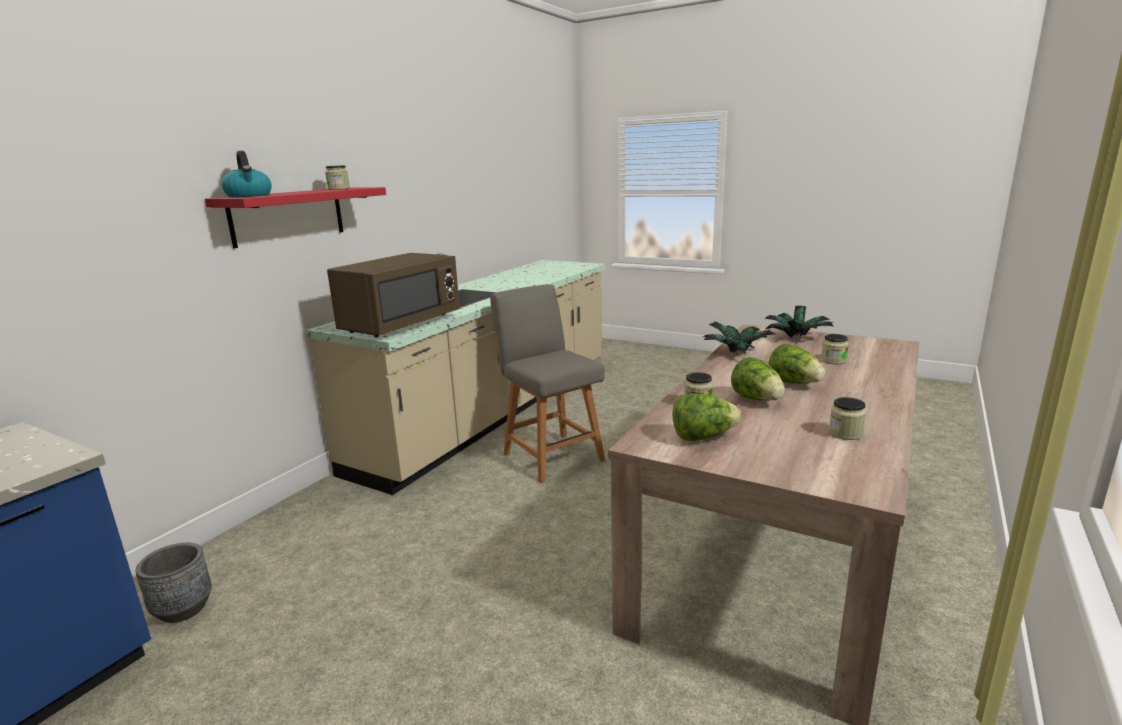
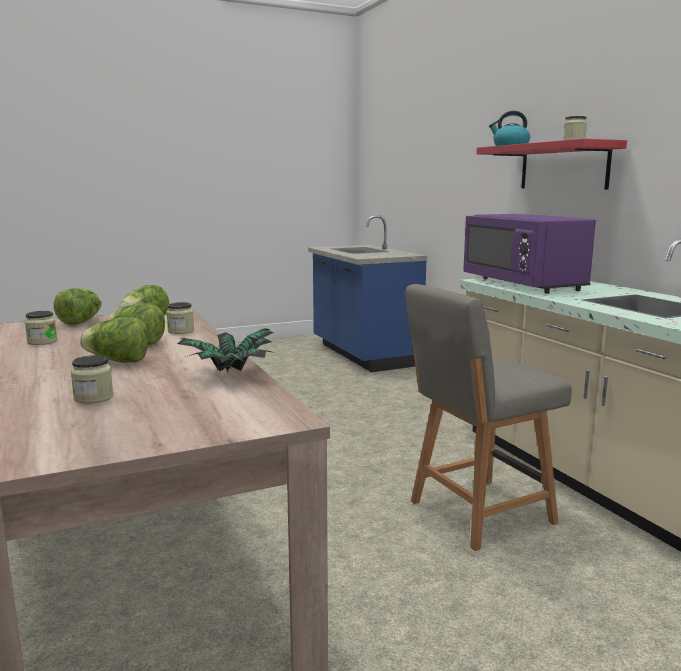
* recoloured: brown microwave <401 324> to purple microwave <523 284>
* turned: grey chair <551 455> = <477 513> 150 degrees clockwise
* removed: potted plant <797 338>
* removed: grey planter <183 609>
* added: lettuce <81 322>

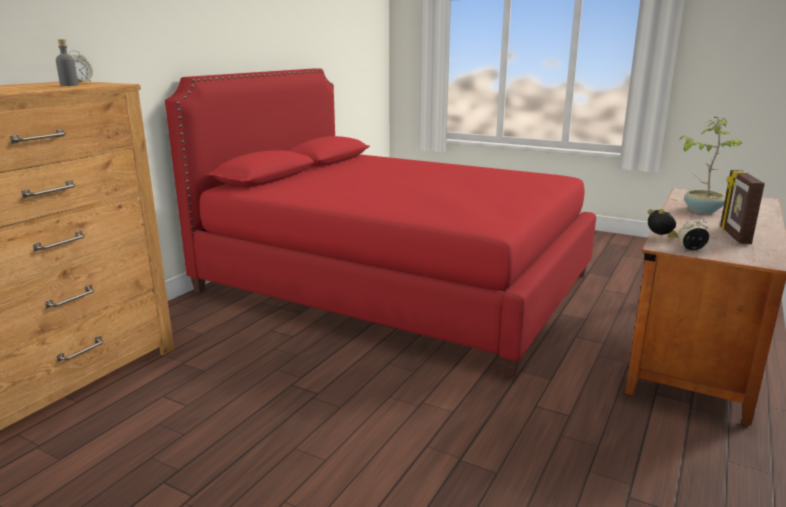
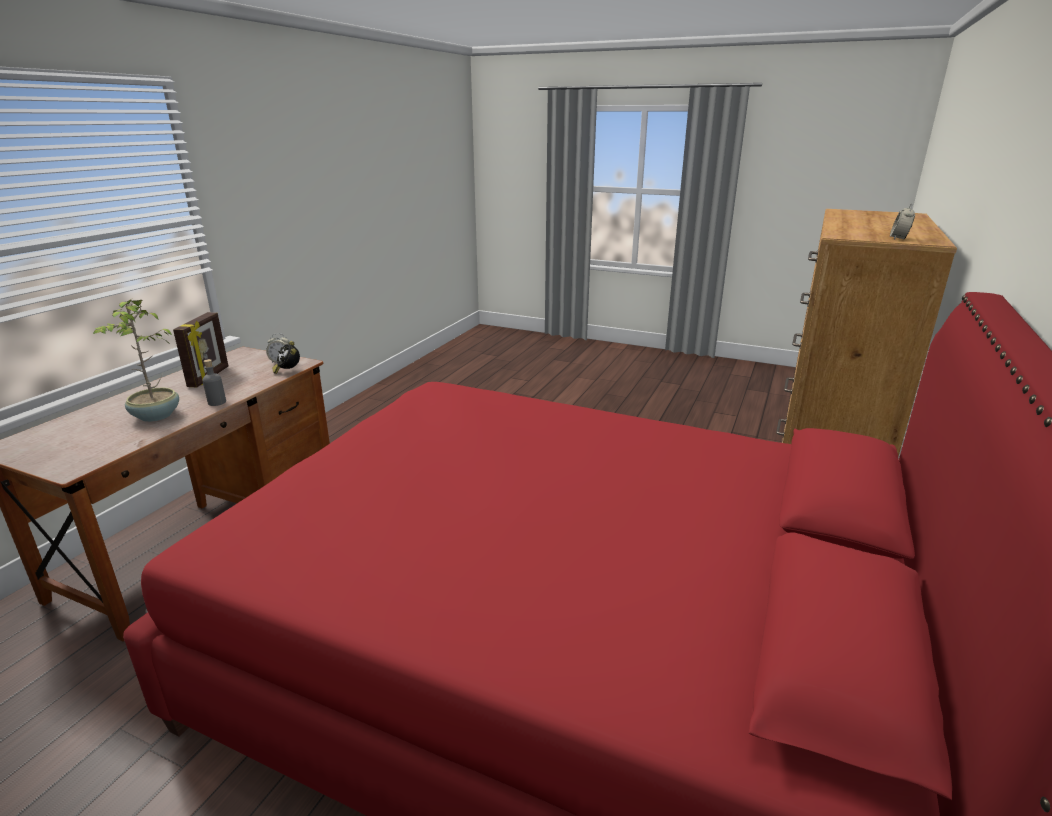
* moved: grey bottle <69 85> to <217 402>

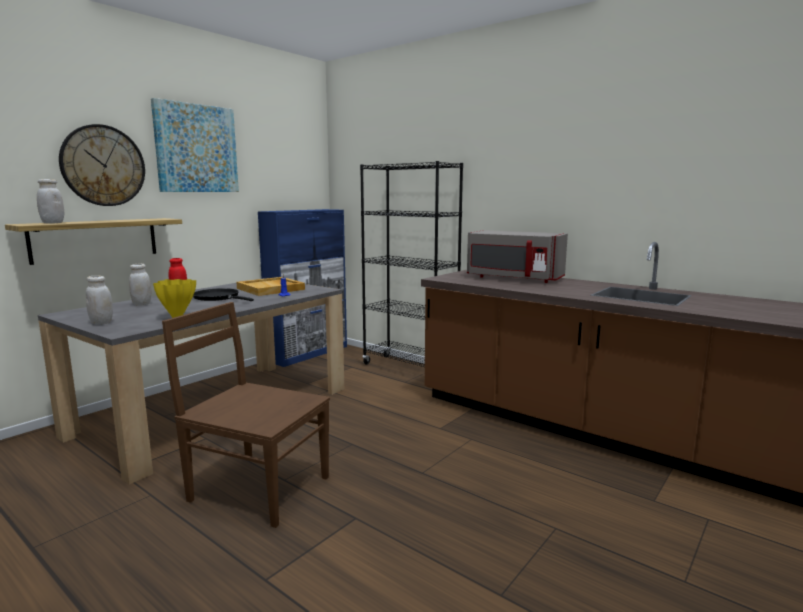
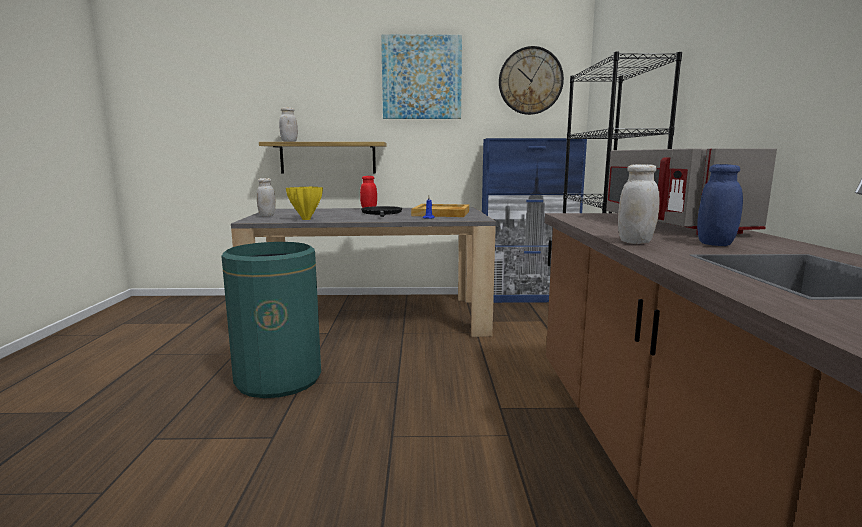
* moved: wall clock <103 166> to <530 81>
* moved: white jar <142 304> to <635 242>
* replaced: brown chair <257 488> to green trash can <278 379>
* added: blue jar <715 244>

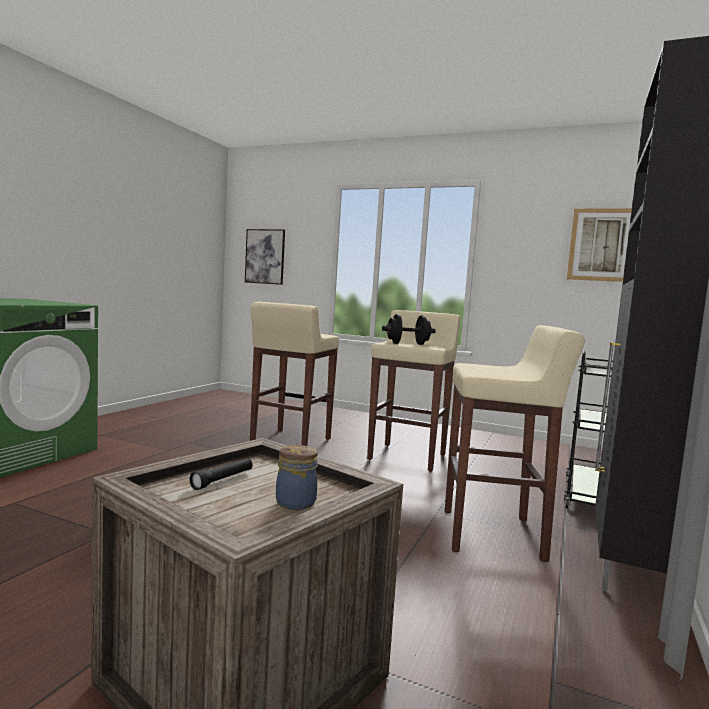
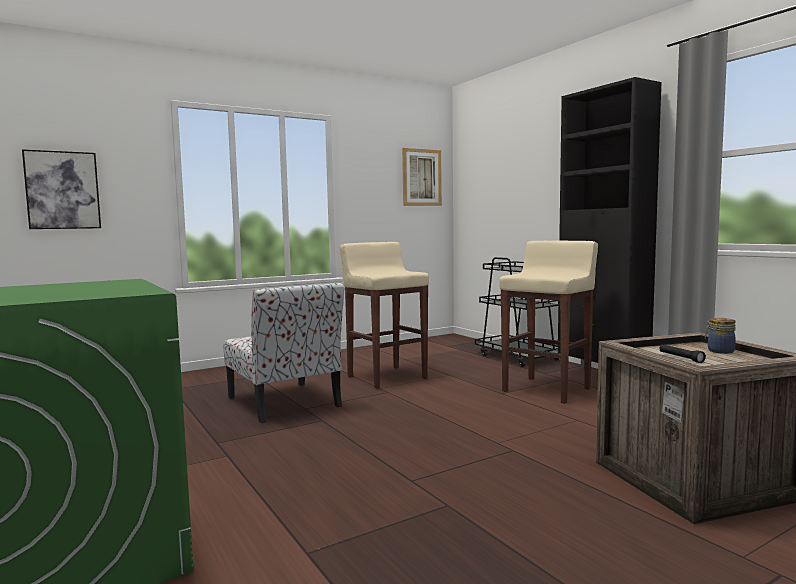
* replaced: beige stool <290 441> to chair <285 402>
* removed: black dumbbell <407 344>

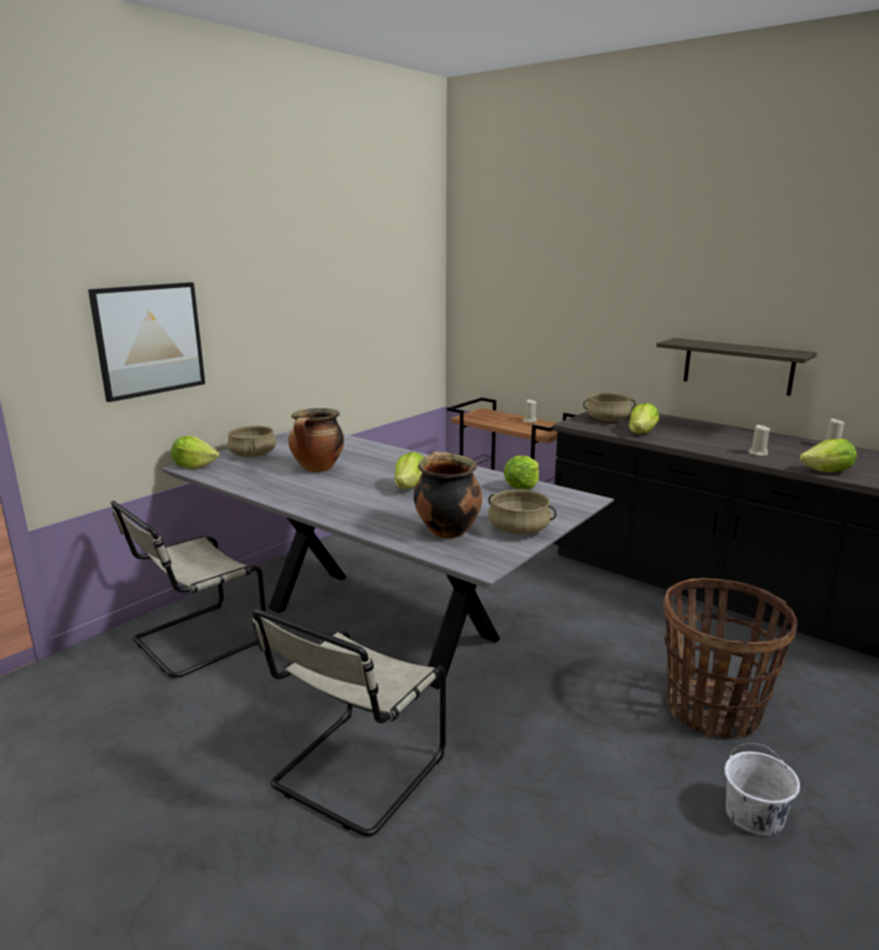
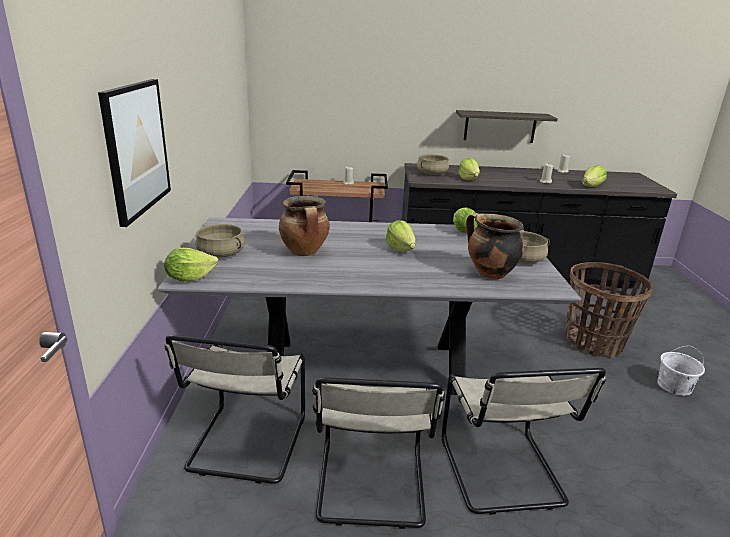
* added: beige chair <371 486>

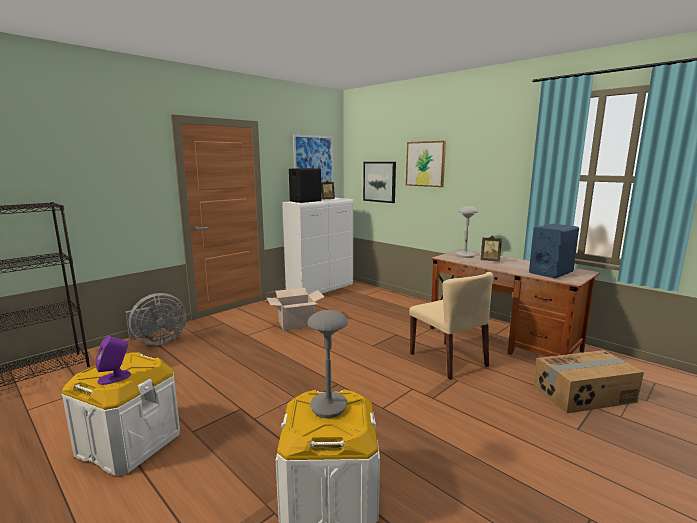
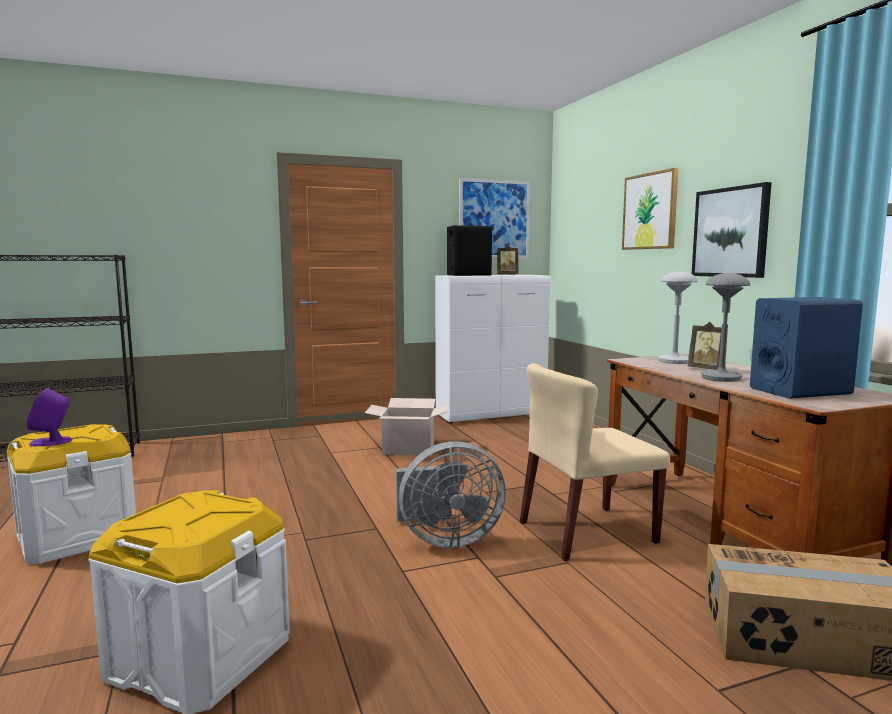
* moved: picture <379 181> to <731 232>
* turned: beige chair <448 360> = <586 532> 75 degrees clockwise
* moved: grey fan <157 341> to <446 539>
* moved: grey table lamp <329 406> to <721 378>

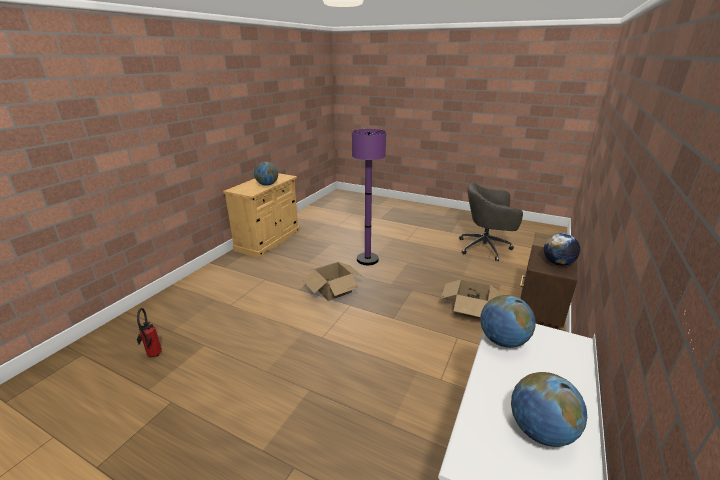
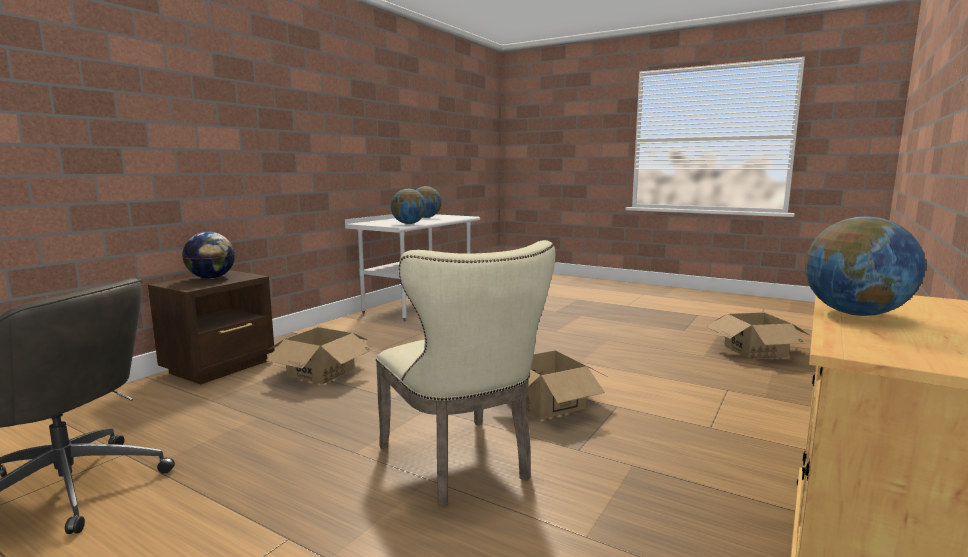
* replaced: purple floor lamp <367 259> to beige chair <462 465>
* replaced: fire extinguisher <153 356> to cardboard box <755 351>

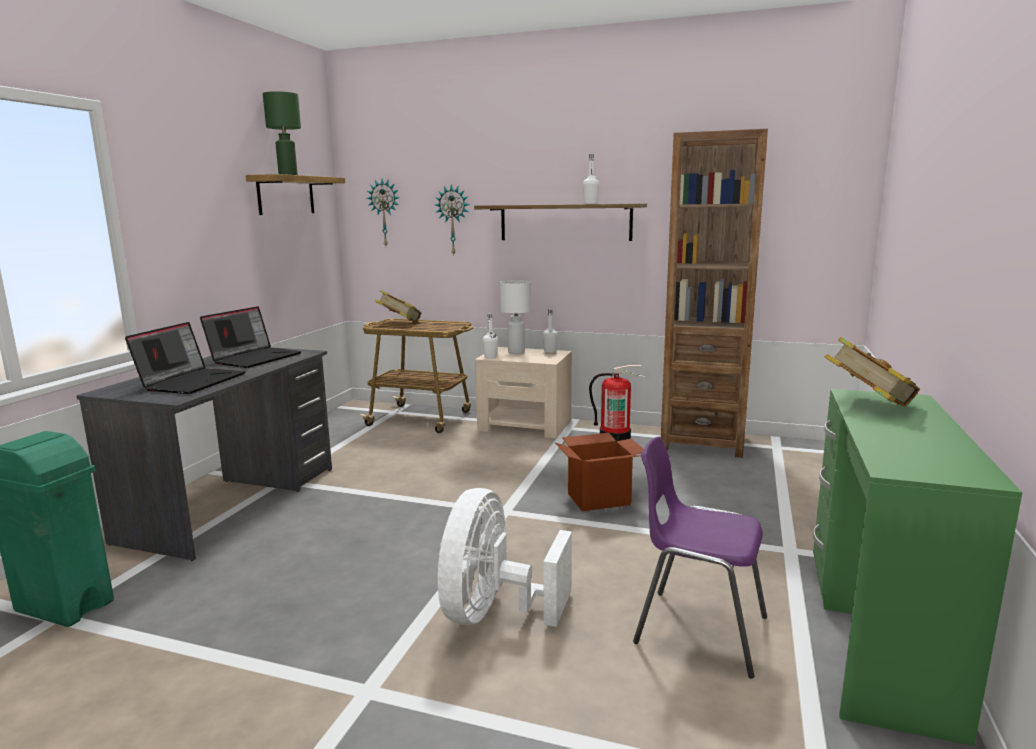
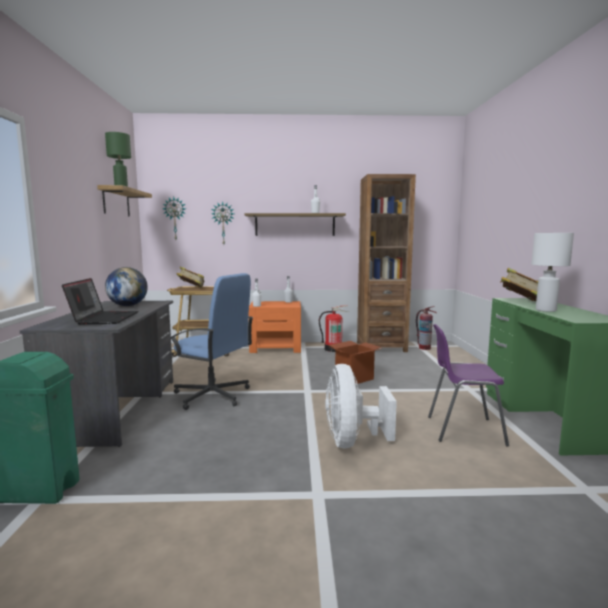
* moved: white table lamp <515 352> to <545 310>
* replaced: laptop <255 358> to globe <128 305>
* recoloured: beige nightstand <525 425> to orange nightstand <276 347>
* added: blue office chair <212 395>
* added: fire extinguisher <424 348>

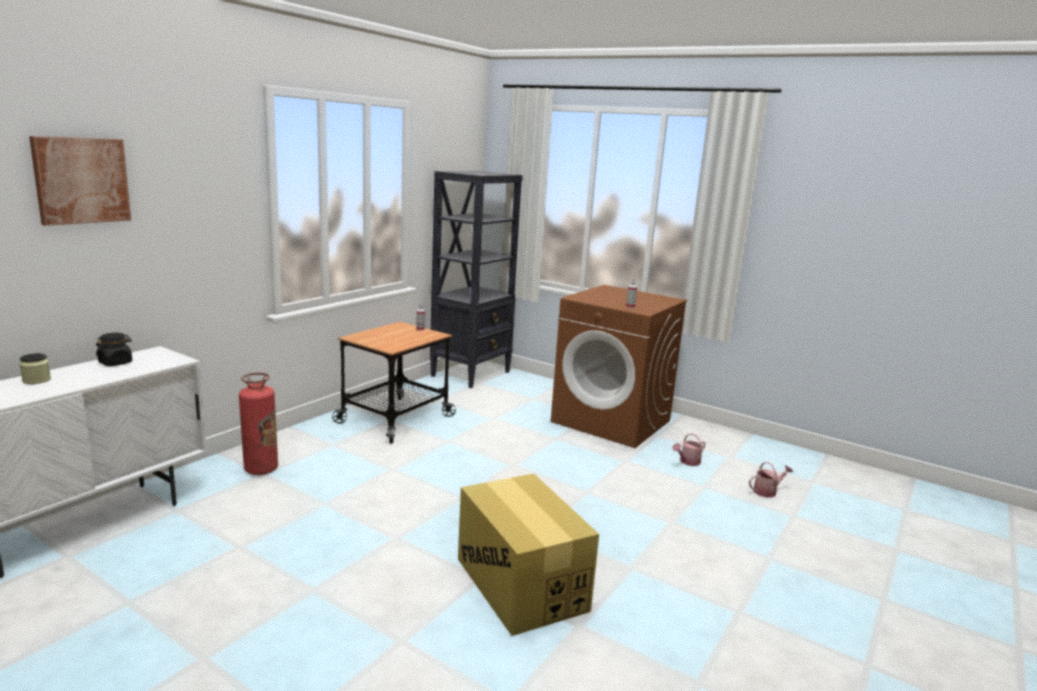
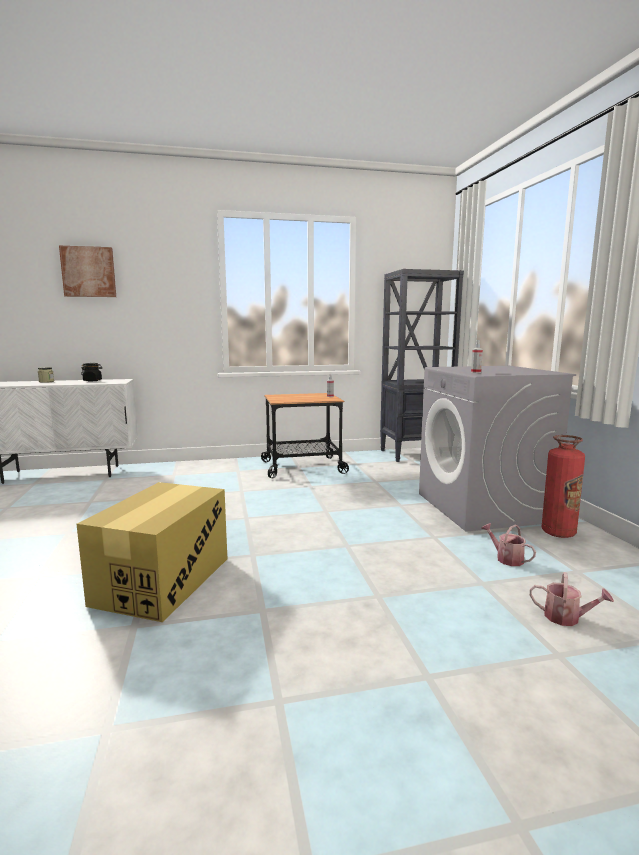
* recoloured: brown washing machine <612 421> to grey washing machine <483 507>
* moved: fire extinguisher <261 469> to <558 532>
* turned: watering can <687 462> = <506 558> 45 degrees clockwise

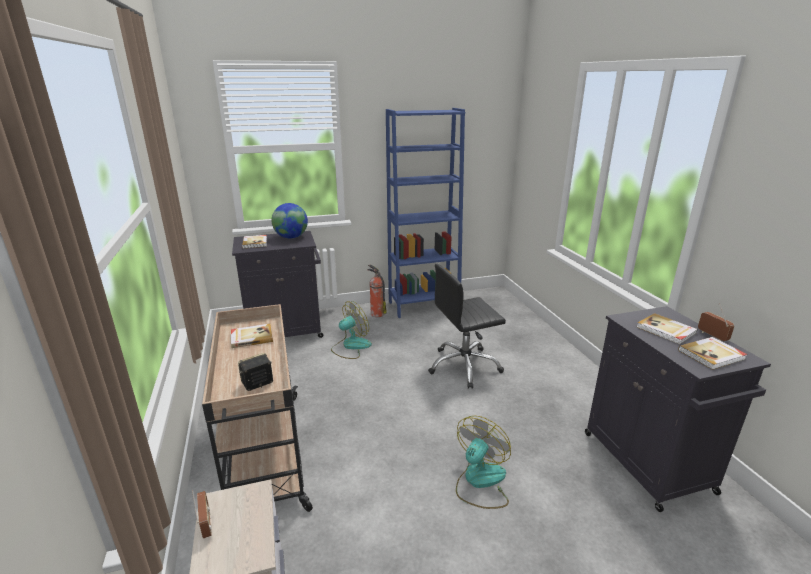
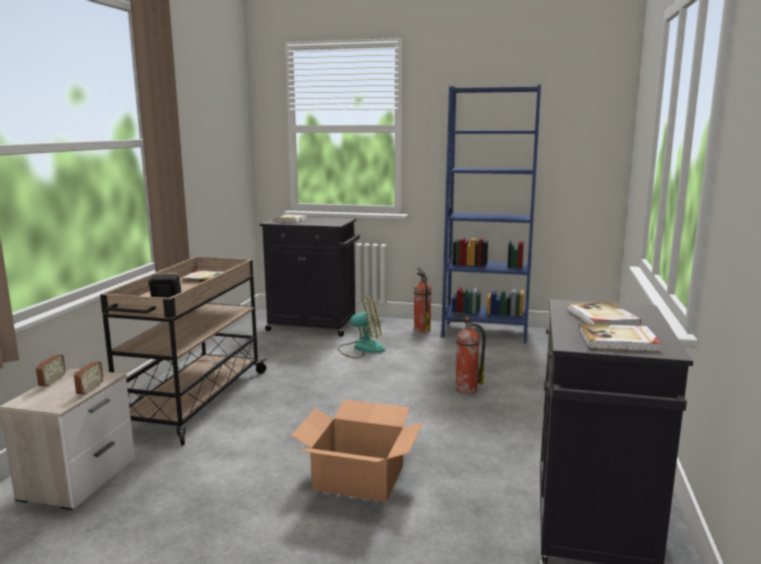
* removed: globe <291 237>
* replaced: black office chair <464 366> to fire extinguisher <465 389>
* moved: radio <712 336> to <90 390>
* replaced: fan <480 482> to cardboard box <358 477>

